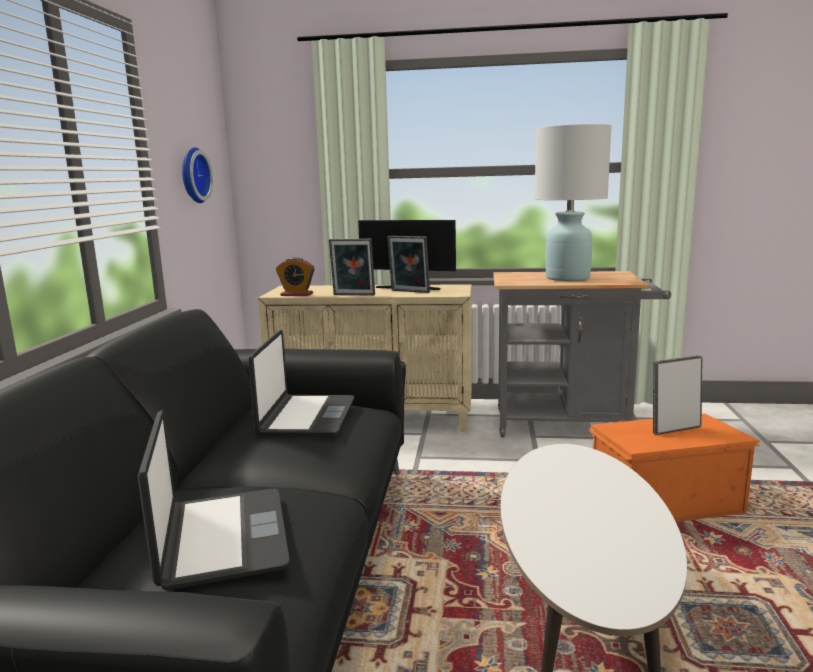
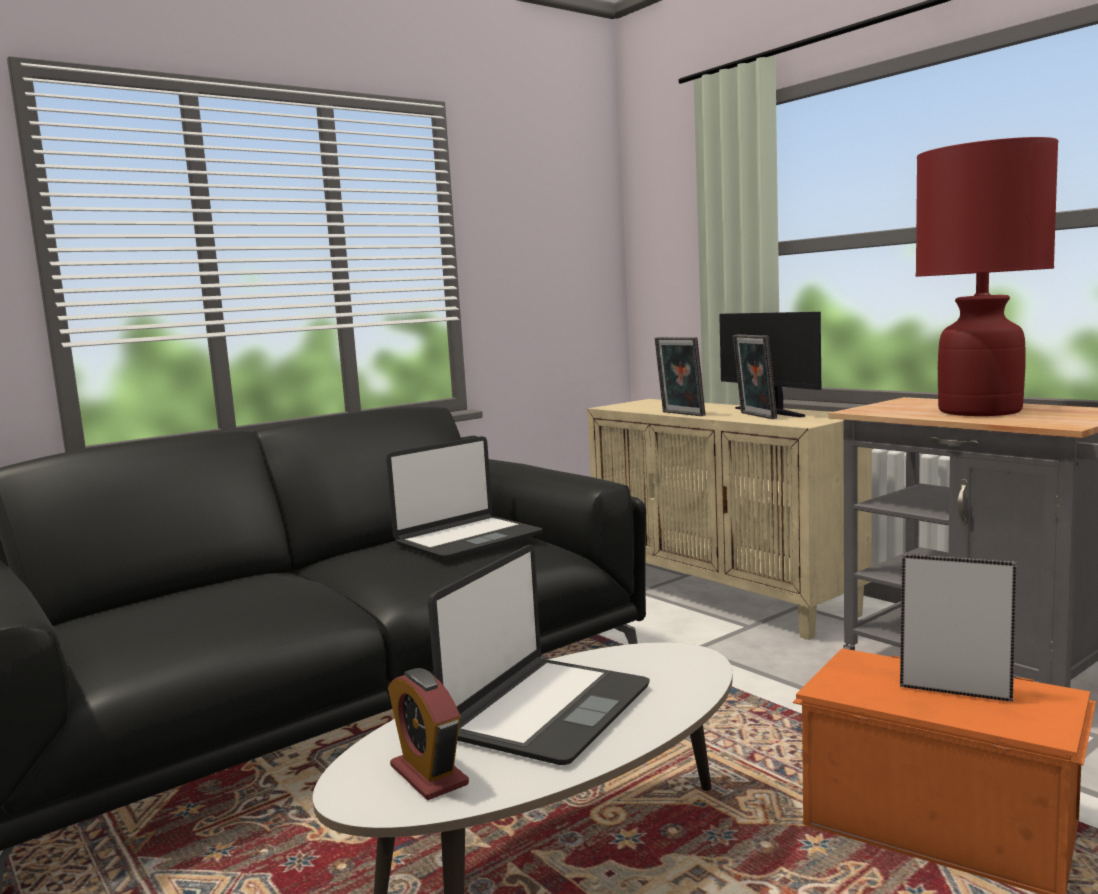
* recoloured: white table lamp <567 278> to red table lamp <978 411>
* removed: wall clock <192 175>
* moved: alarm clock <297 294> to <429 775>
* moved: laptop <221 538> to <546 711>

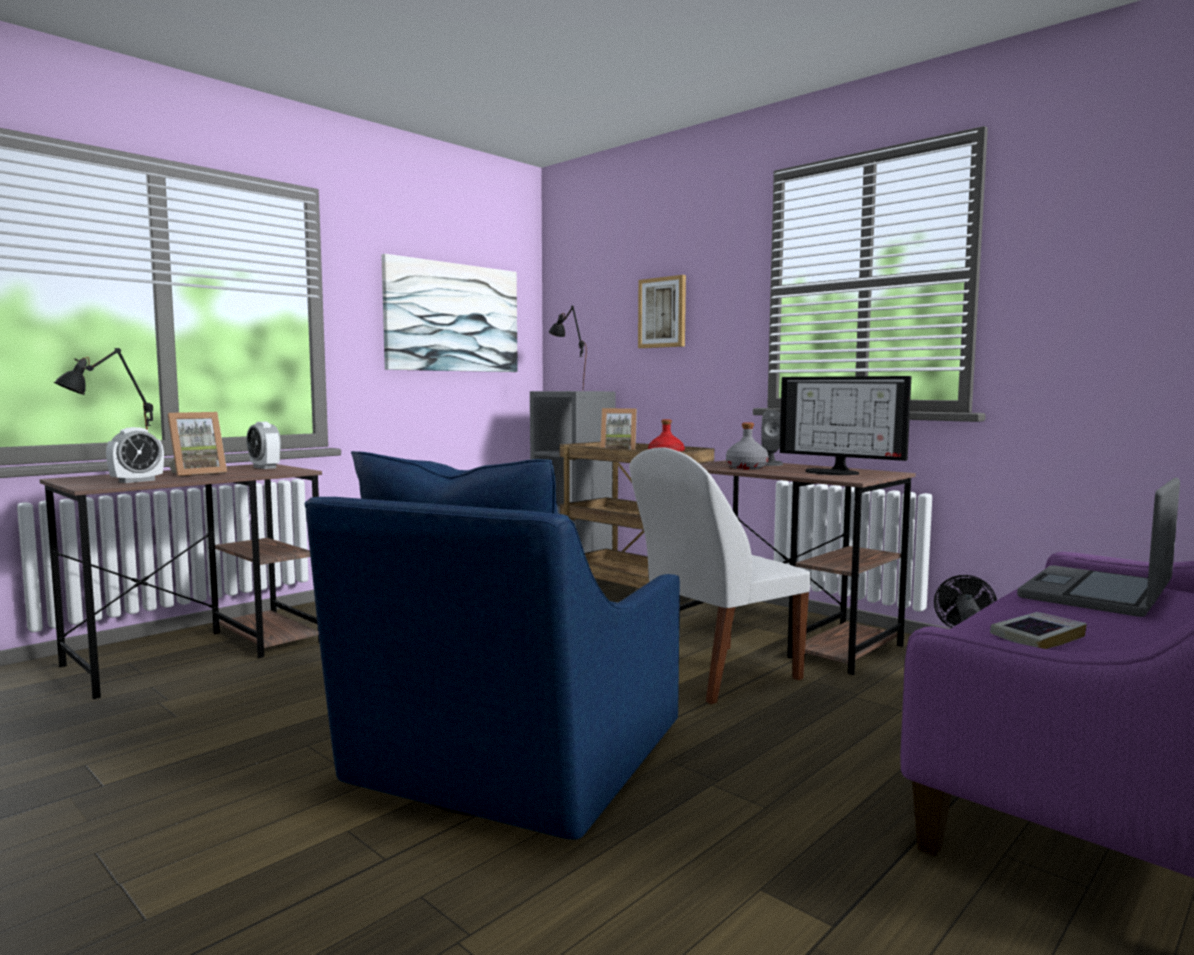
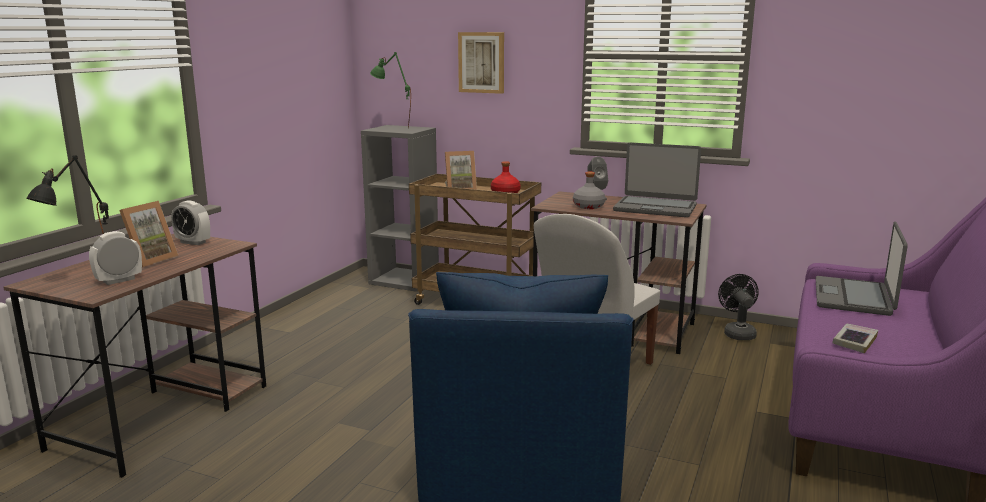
* removed: picture <452 317>
* recoloured: black table lamp <567 390> to green table lamp <392 127>
* replaced: monitor <834 472> to laptop <655 208>
* turned: alarm clock <137 481> = <119 280> 150 degrees counterclockwise

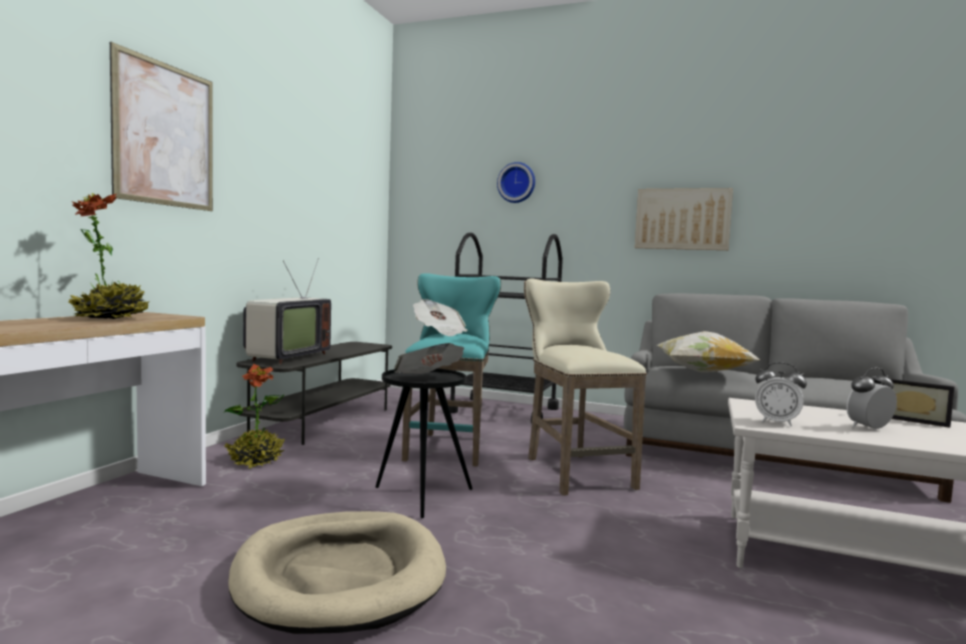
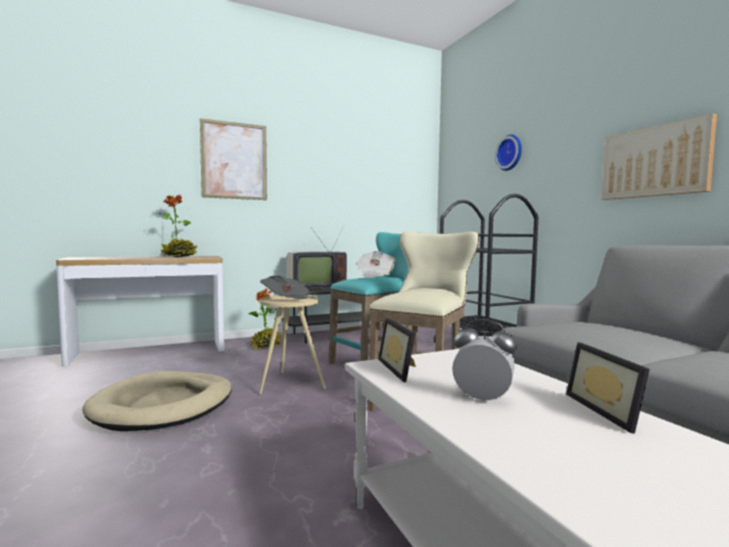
* removed: pillow <702 372>
* replaced: alarm clock <777 422> to picture frame <402 369>
* recoloured: black side table <420 495> to beige side table <290 383>

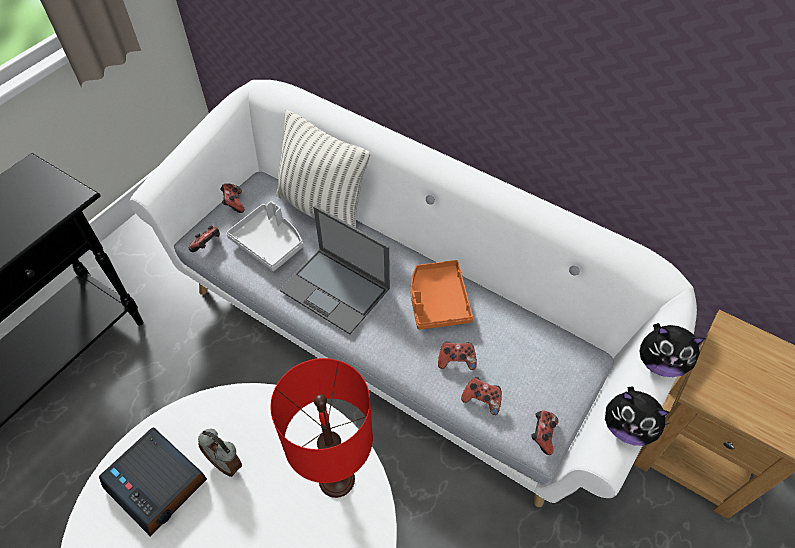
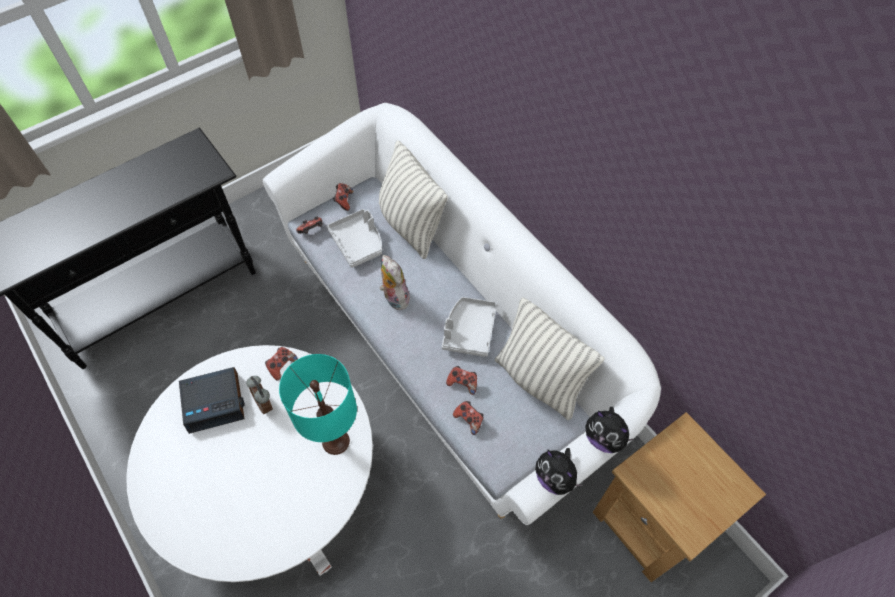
* replaced: laptop <336 290> to plush toy <394 297>
* recoloured: orange tray <437 301> to grey tray <469 330>
* recoloured: red table lamp <337 479> to turquoise table lamp <336 441>
* moved: game controller <542 435> to <281 366>
* turned: alarm clock <157 483> = <215 402> 75 degrees counterclockwise
* added: pillow <540 380>

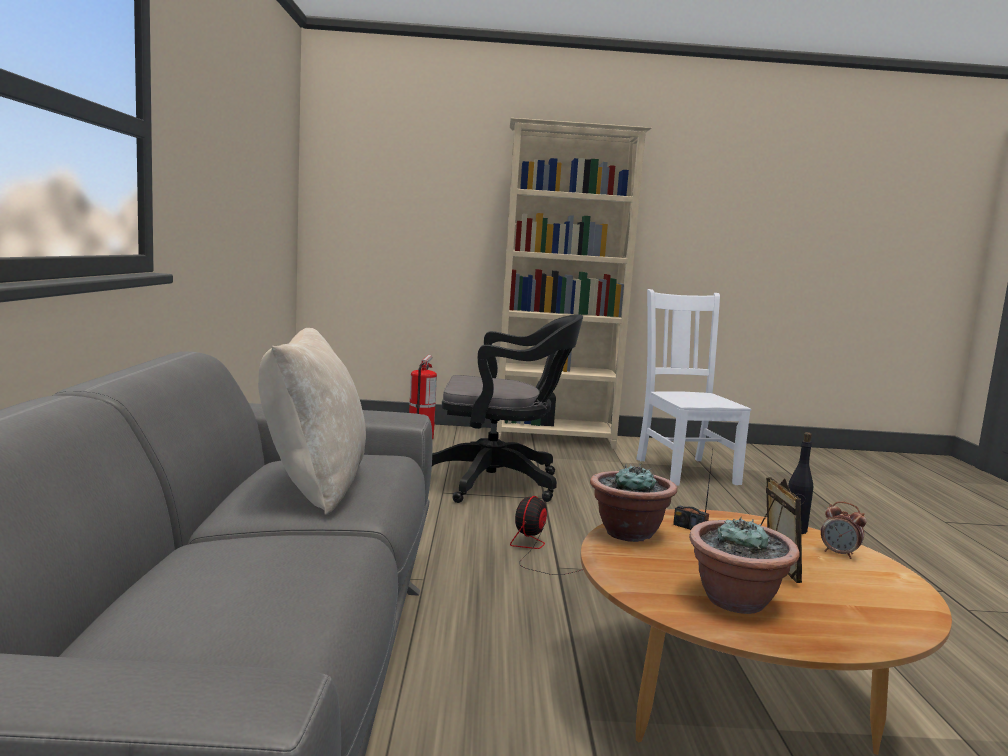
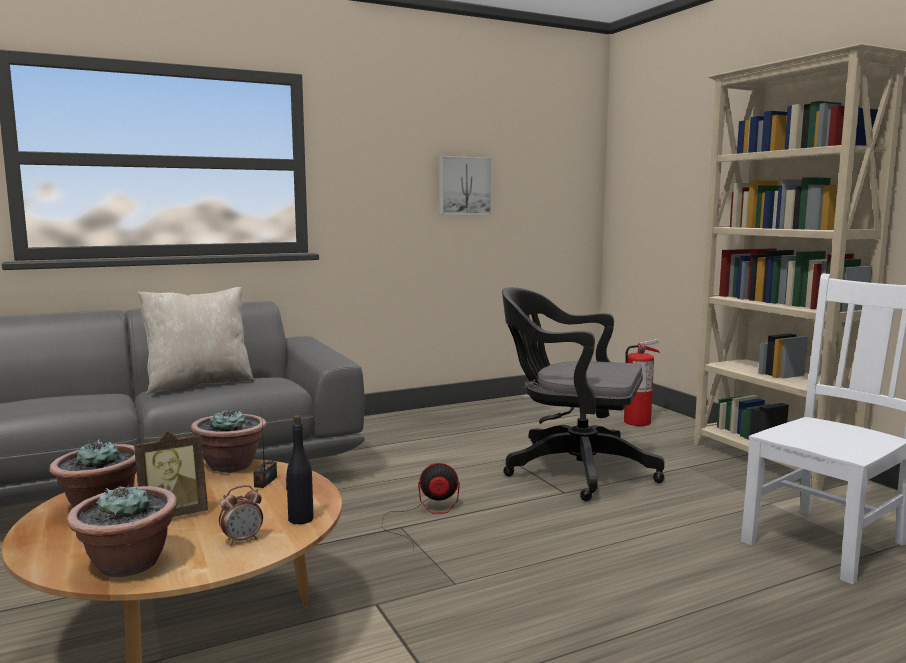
* turned: black office chair <499 483> = <572 469> 135 degrees clockwise
* turned: alarm clock <839 554> = <242 540> 135 degrees counterclockwise
* added: picture <464 186>
* added: potted plant <128 565>

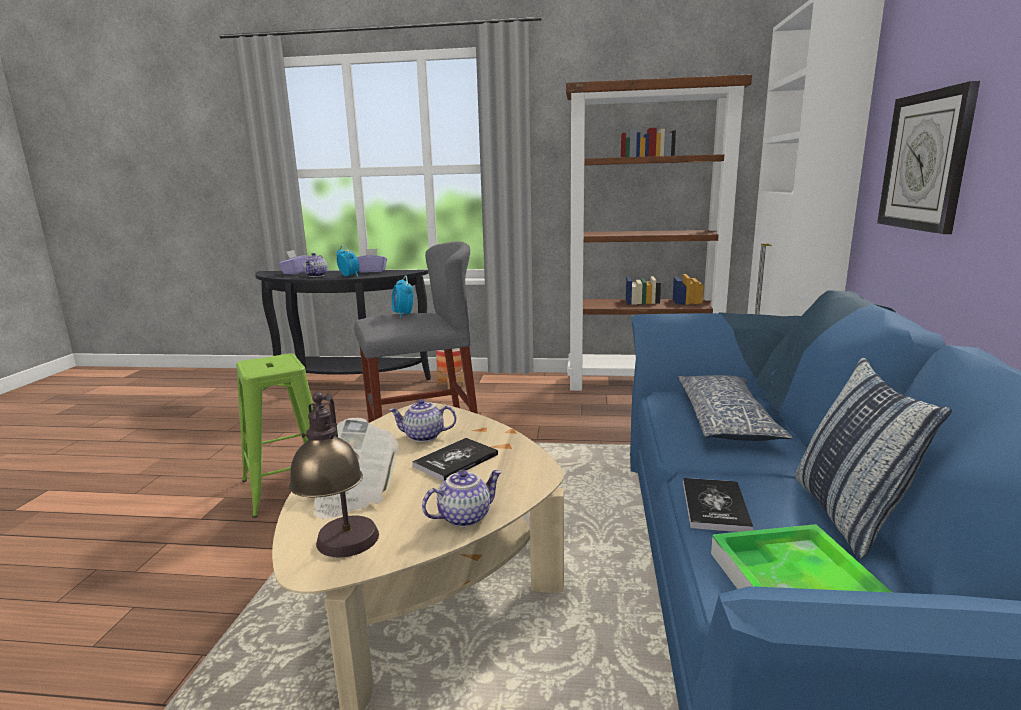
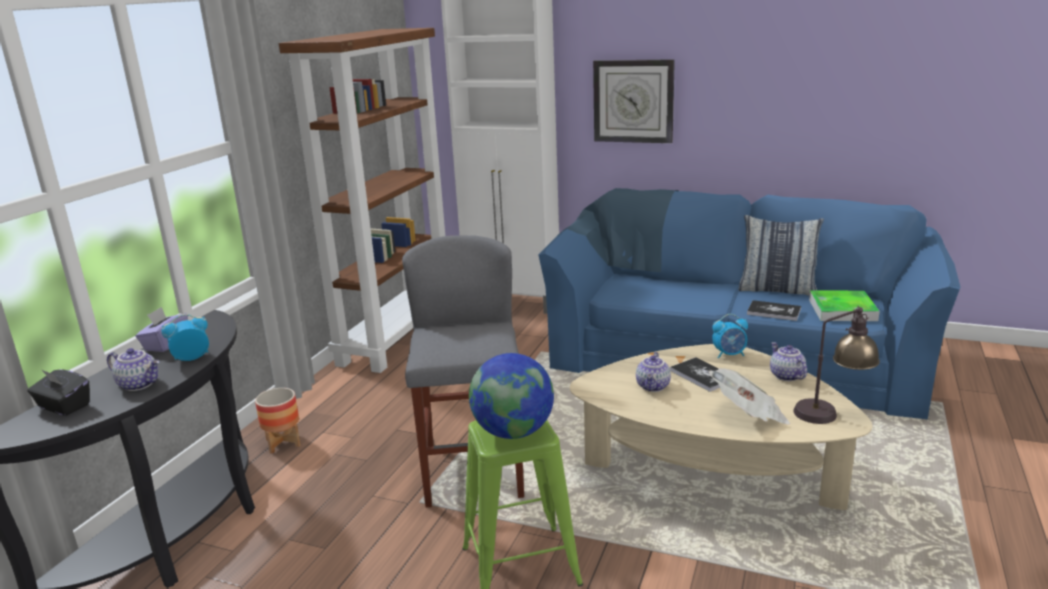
* recoloured: purple tissue box <295 272> to black tissue box <63 406>
* moved: alarm clock <403 315> to <729 355>
* removed: pillow <725 421>
* added: globe <513 432>

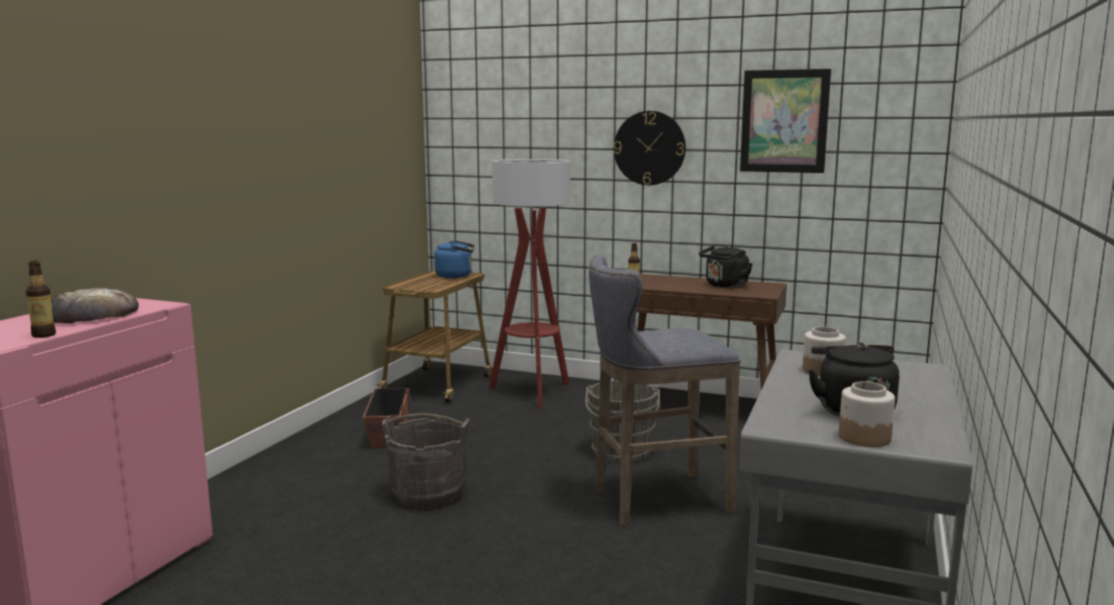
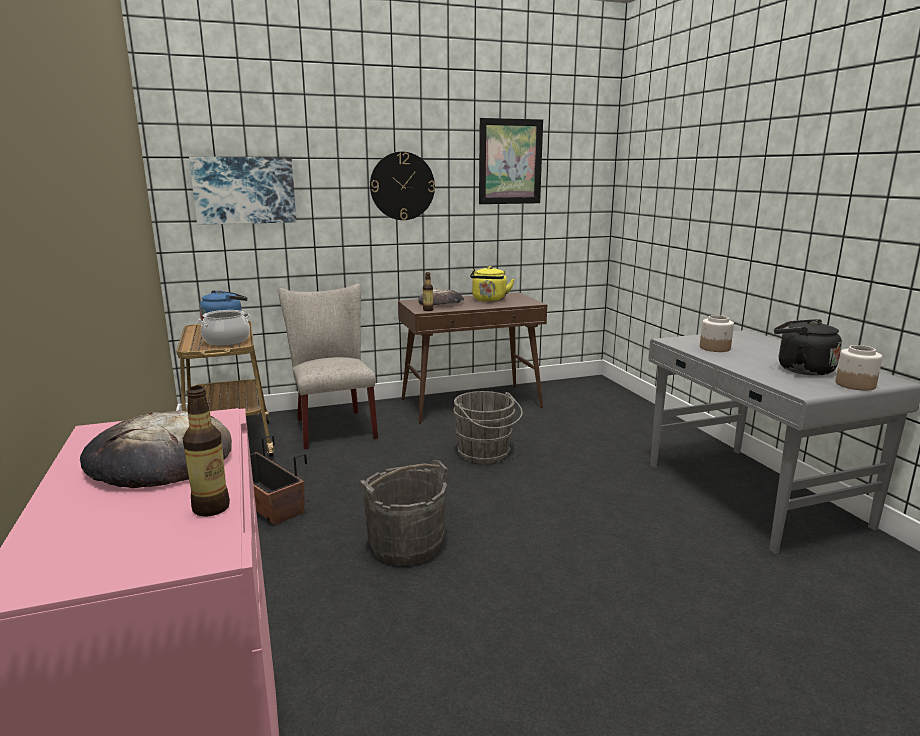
* replaced: floor lamp <532 393> to beige chair <333 426>
* recoloured: black kettle <725 285> to yellow kettle <489 300>
* removed: grey stool <654 501>
* added: picture <244 190>
* added: bread <441 303>
* added: cooking pot <226 341>

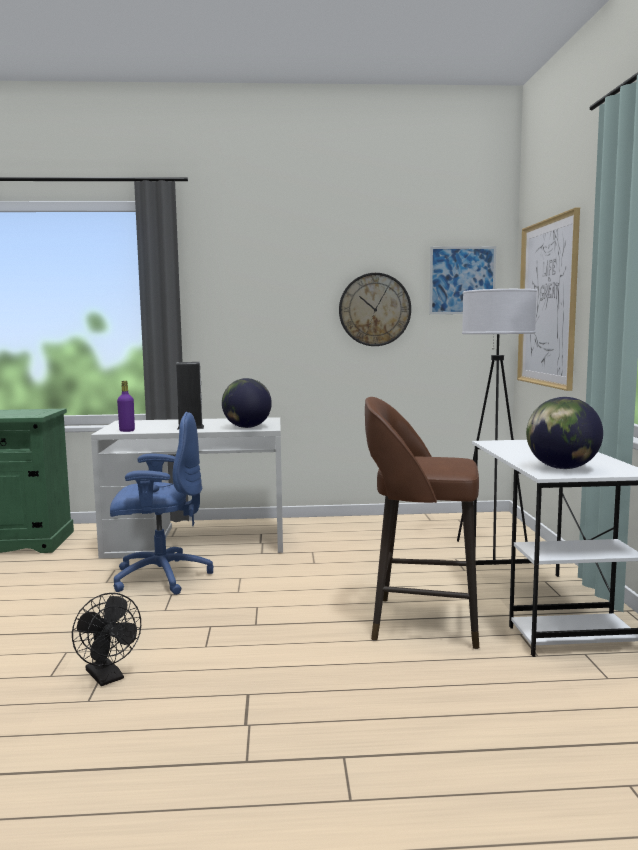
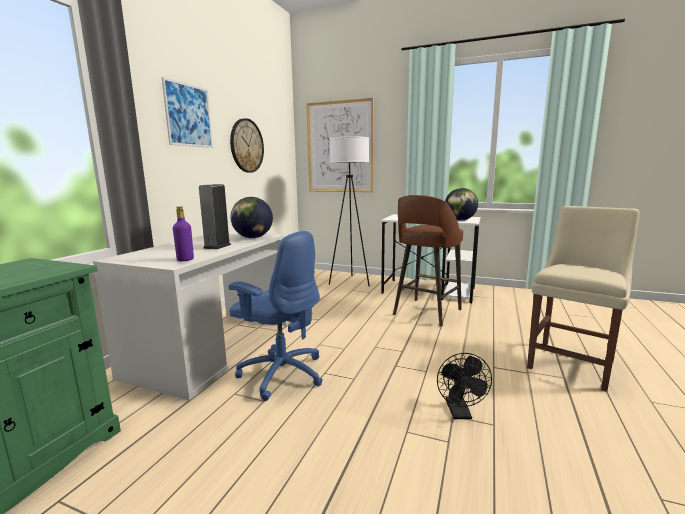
* moved: picture <462 280> to <188 115>
* turned: blue office chair <160 577> = <281 373> 105 degrees clockwise
* turned: black fan <108 677> = <460 413> 105 degrees clockwise
* added: beige chair <572 362>

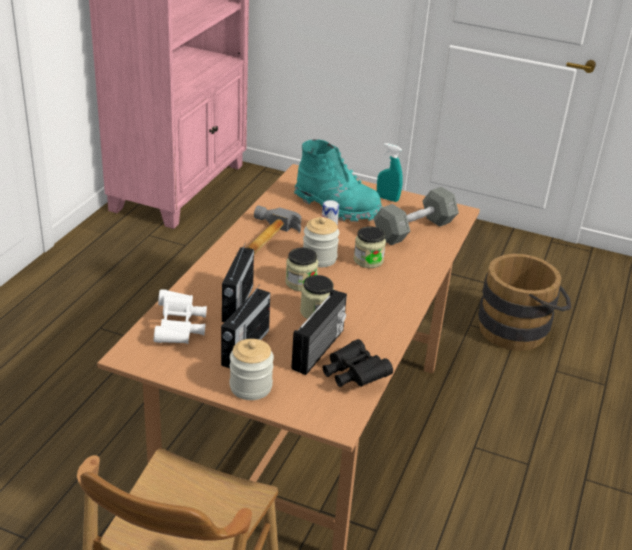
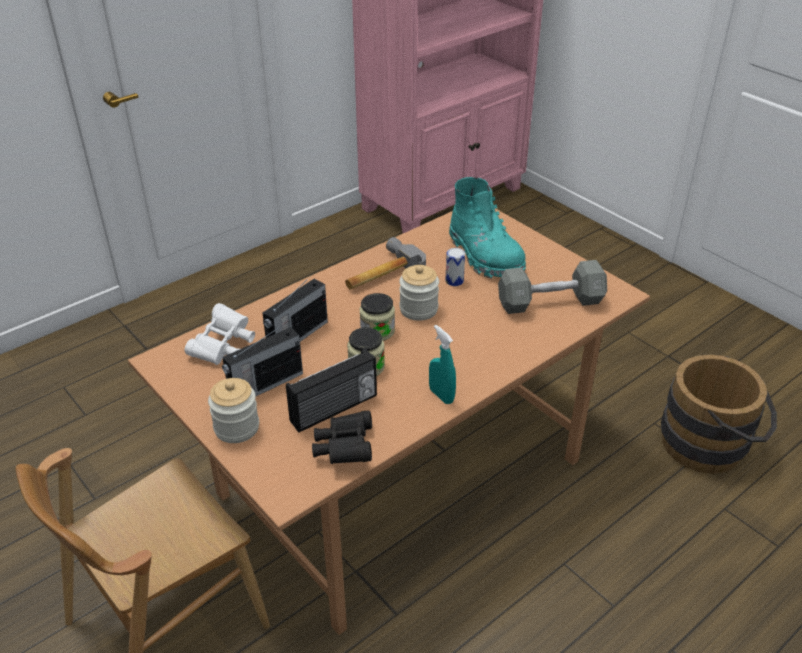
* moved: turquoise spray bottle <387 198> to <441 395>
* removed: jar <368 260>

